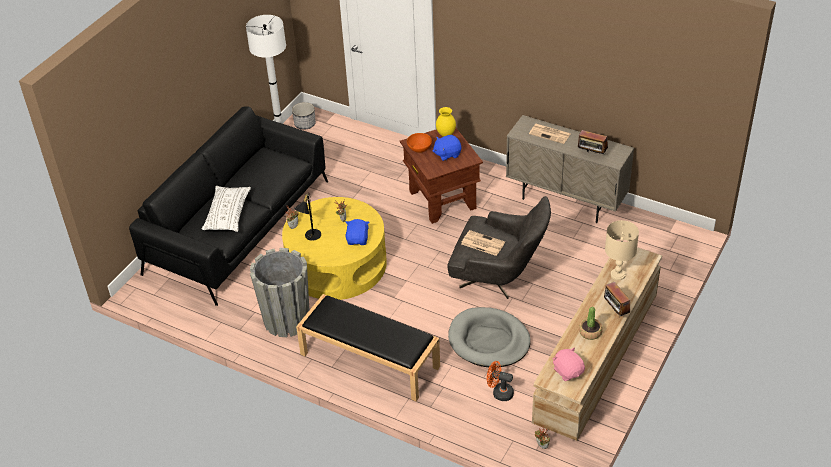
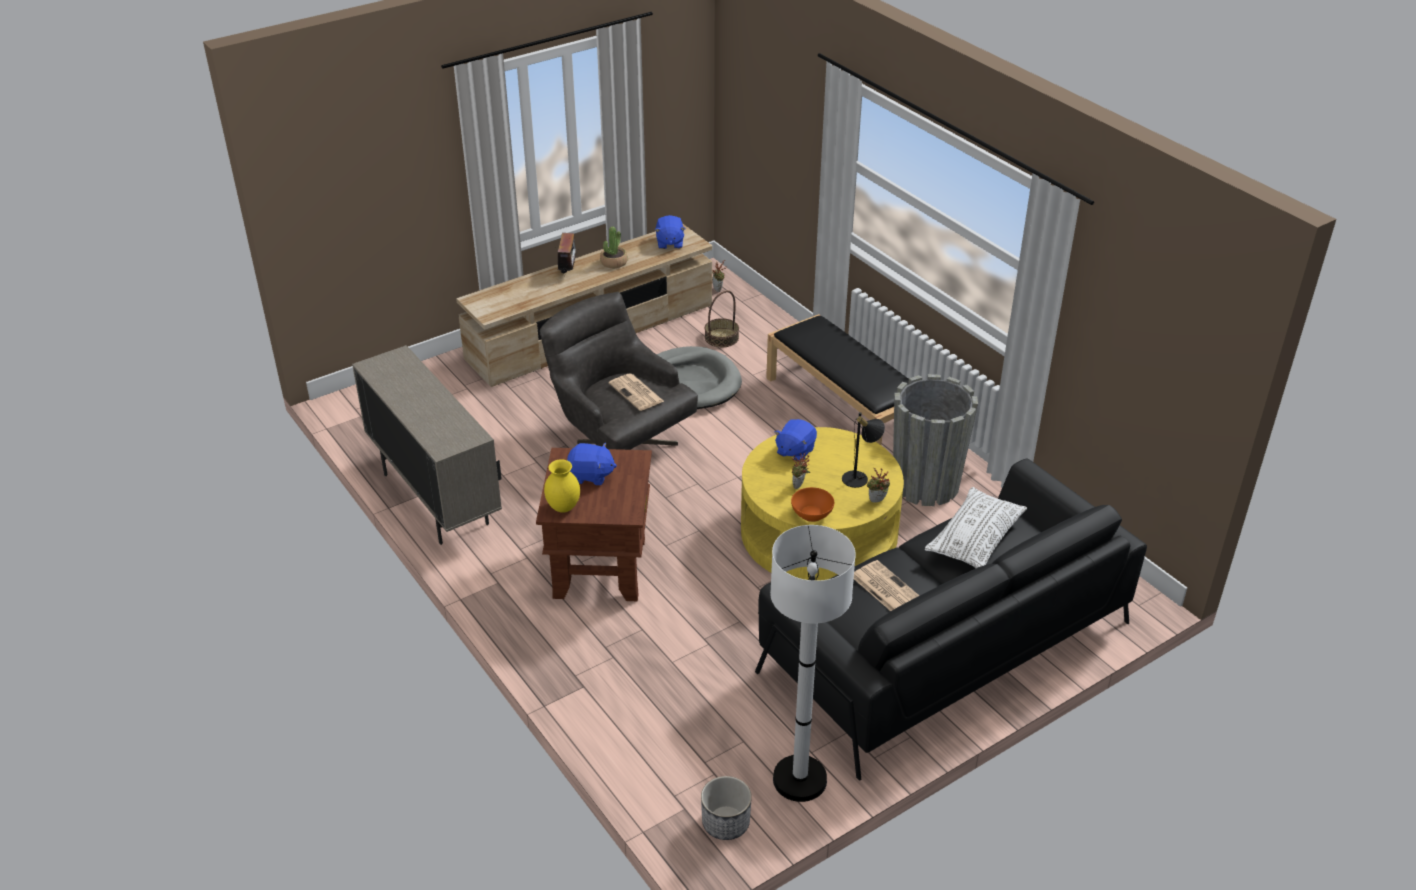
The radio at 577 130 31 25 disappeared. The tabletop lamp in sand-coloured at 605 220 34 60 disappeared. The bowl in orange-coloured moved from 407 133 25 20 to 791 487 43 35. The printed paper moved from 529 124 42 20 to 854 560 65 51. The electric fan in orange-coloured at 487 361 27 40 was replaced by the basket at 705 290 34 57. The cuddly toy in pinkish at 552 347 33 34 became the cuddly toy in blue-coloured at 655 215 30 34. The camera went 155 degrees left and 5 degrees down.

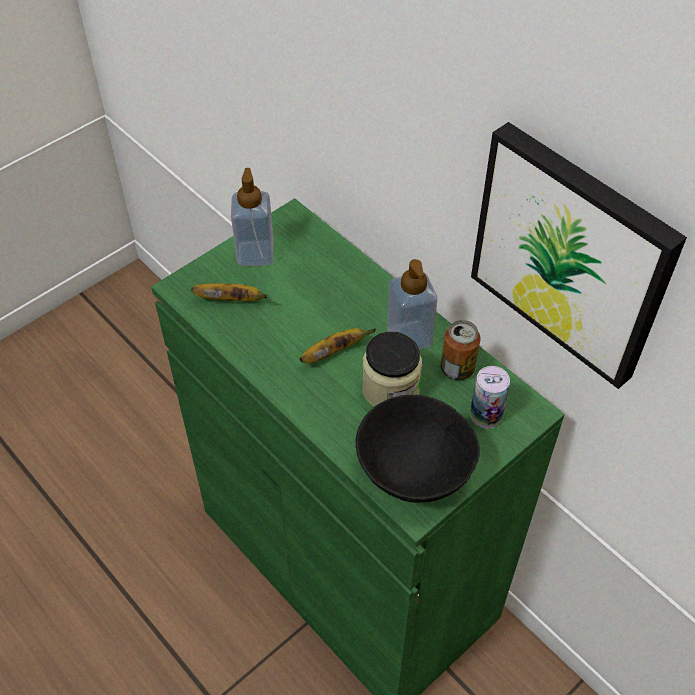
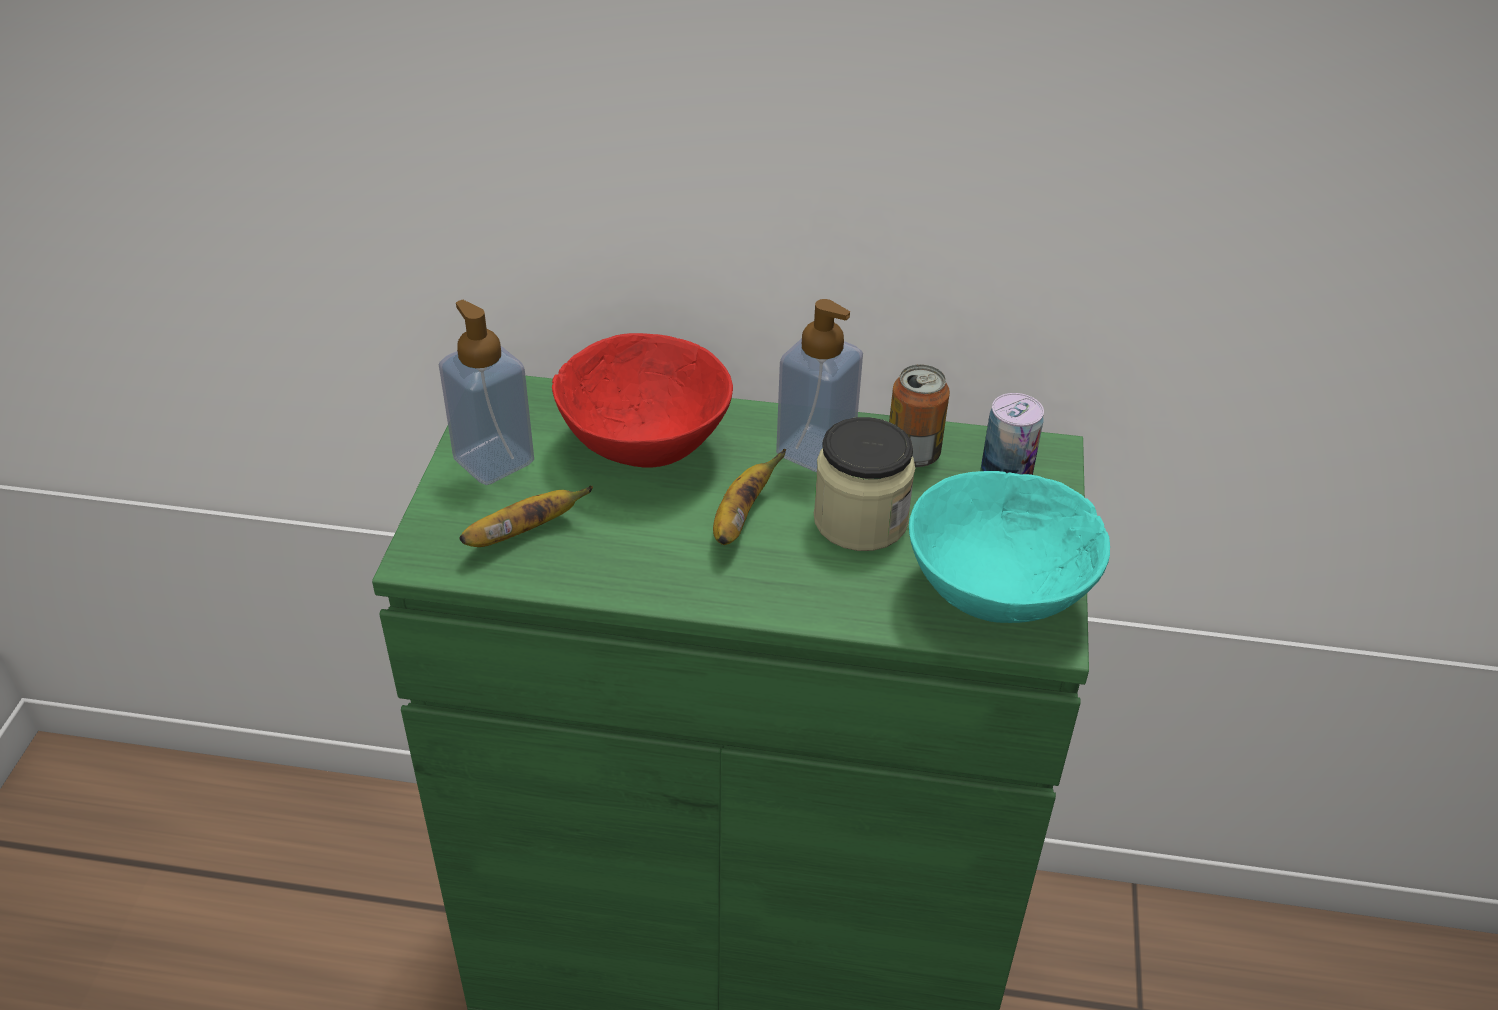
The wall art at 471 122 216 267 disappeared. The bowl in reddish at 552 333 181 135 appeared. The bowl in blackish at 356 395 124 108 became the bowl in turquoise at 909 471 201 152. The camera went 40 degrees left and 10 degrees down.

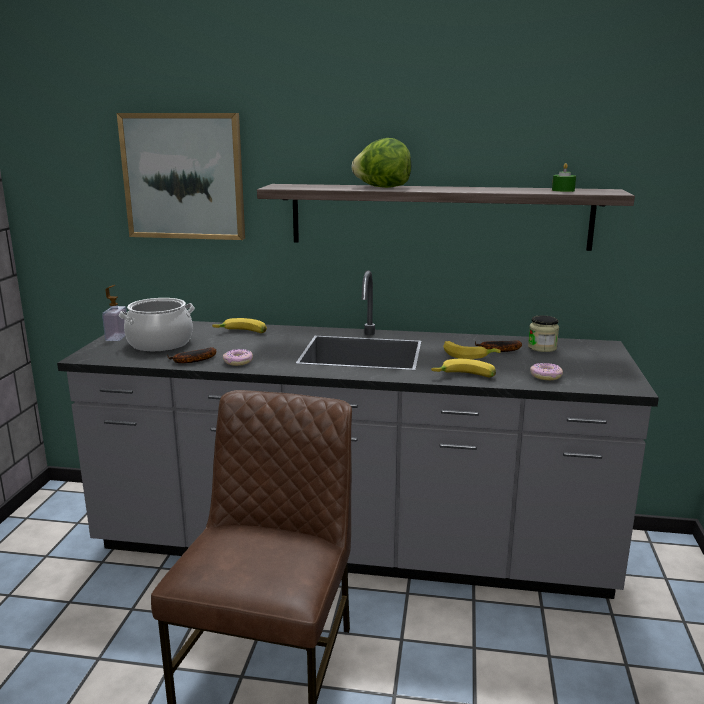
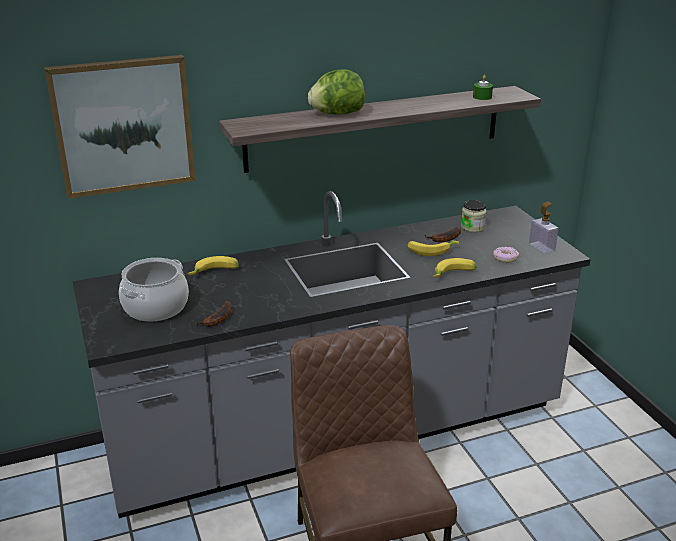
The donut at 223 349 30 17 disappeared. The liquid soap bottle moved from 102 285 25 56 to 529 201 30 53. The camera went 30 degrees left and 10 degrees up.

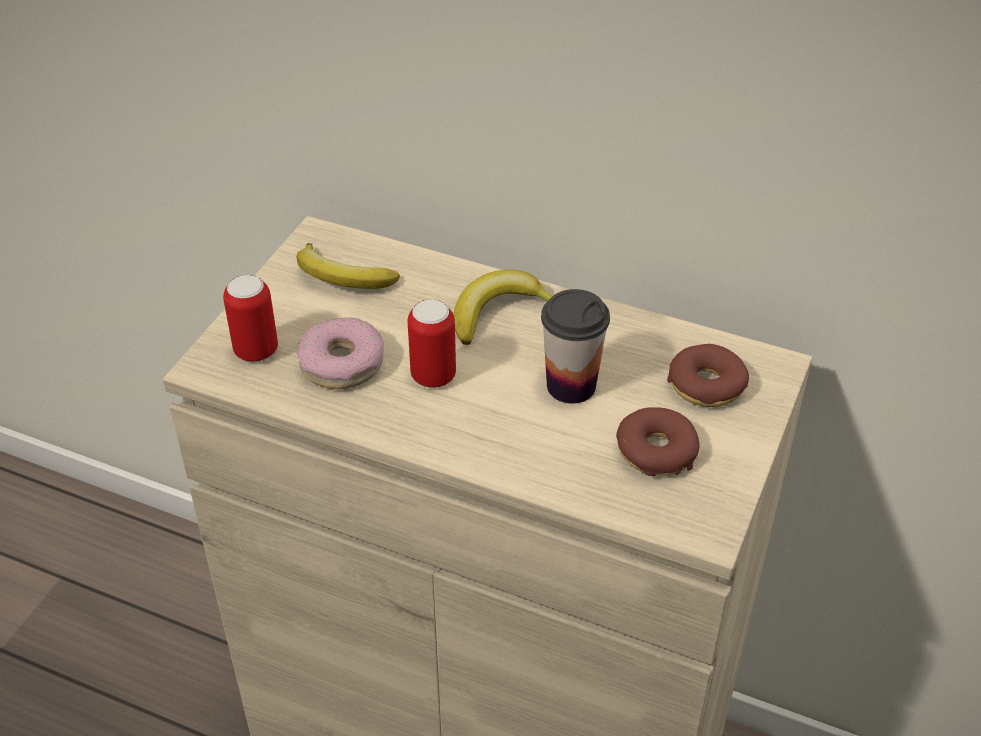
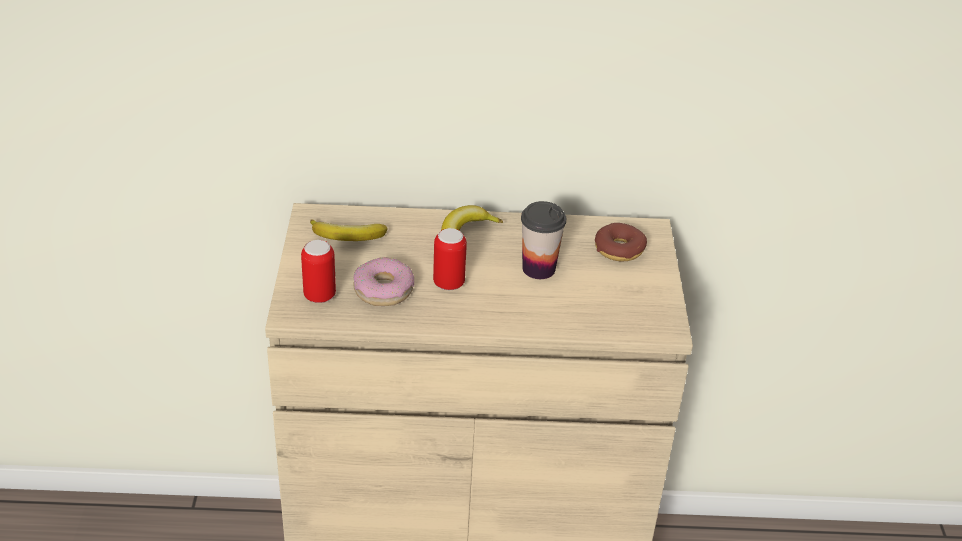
The donut at 616 407 84 69 disappeared. The camera went 25 degrees left and 5 degrees down.

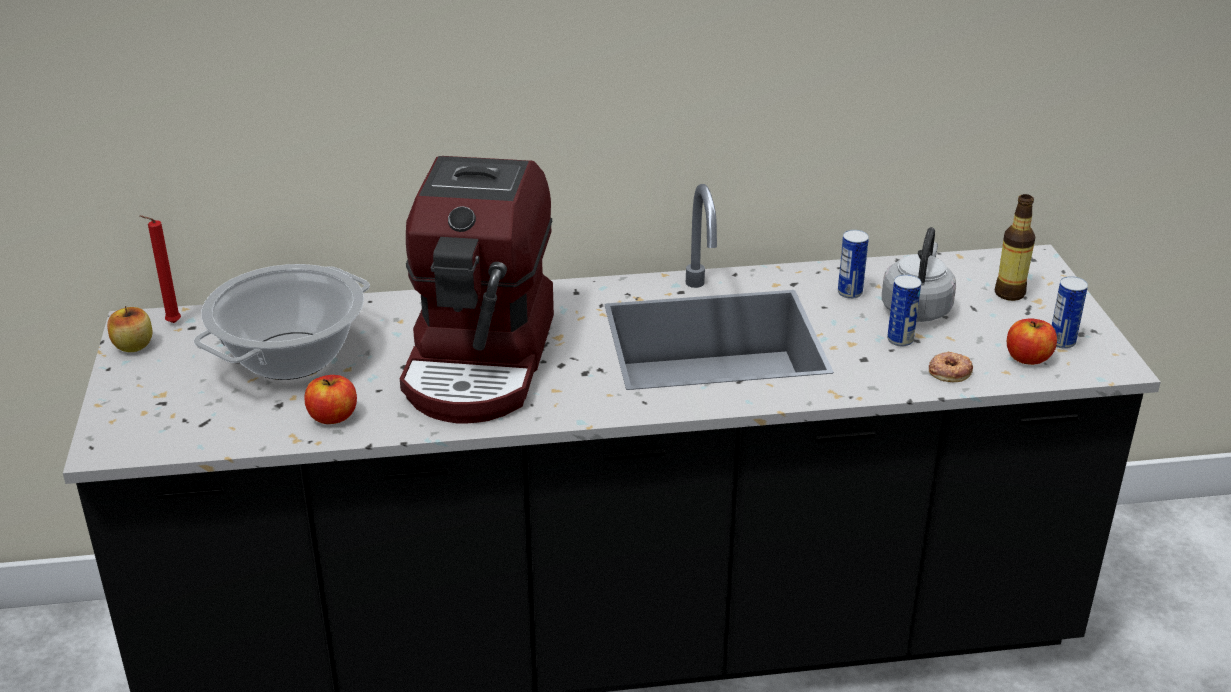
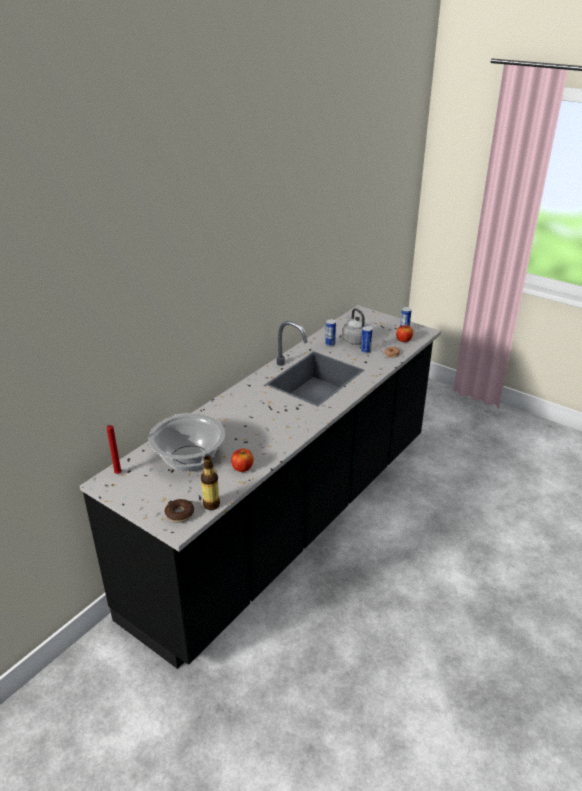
The whole apple at 107 306 45 46 disappeared. The coffee brewer at 400 156 154 267 disappeared. The donut at 165 499 29 24 appeared. The bottle moved from 995 194 40 107 to 201 456 19 54. The camera went 45 degrees left and 0 degrees up.

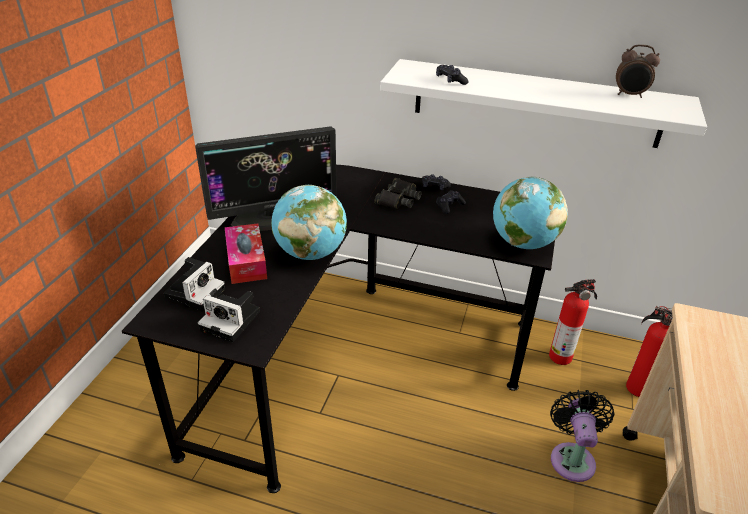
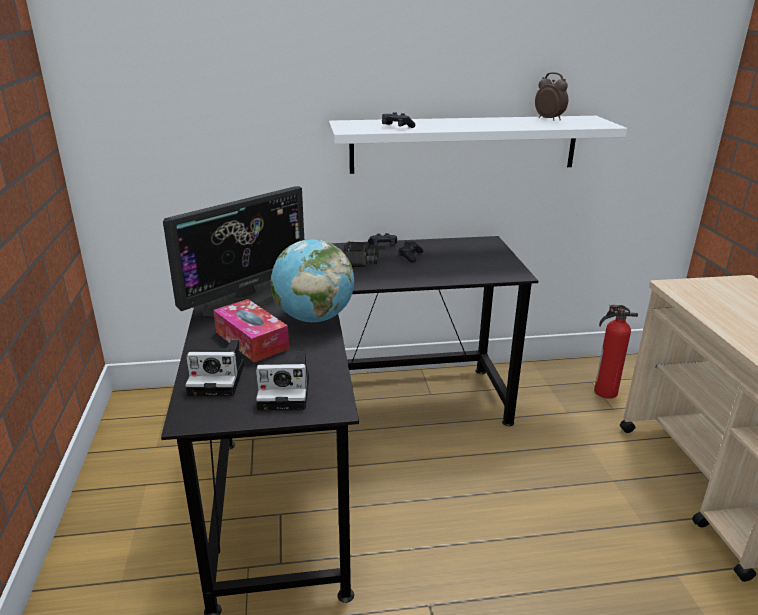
The globe at 493 176 75 73 disappeared. The fire extinguisher at 549 279 48 86 disappeared. The electric fan in blackish at 550 390 64 92 disappeared. The still camera at 164 257 61 54 turned 90 degrees clockwise. The table clock at 616 44 44 54 turned 120 degrees counterclockwise. The camera went 25 degrees left and 10 degrees down.

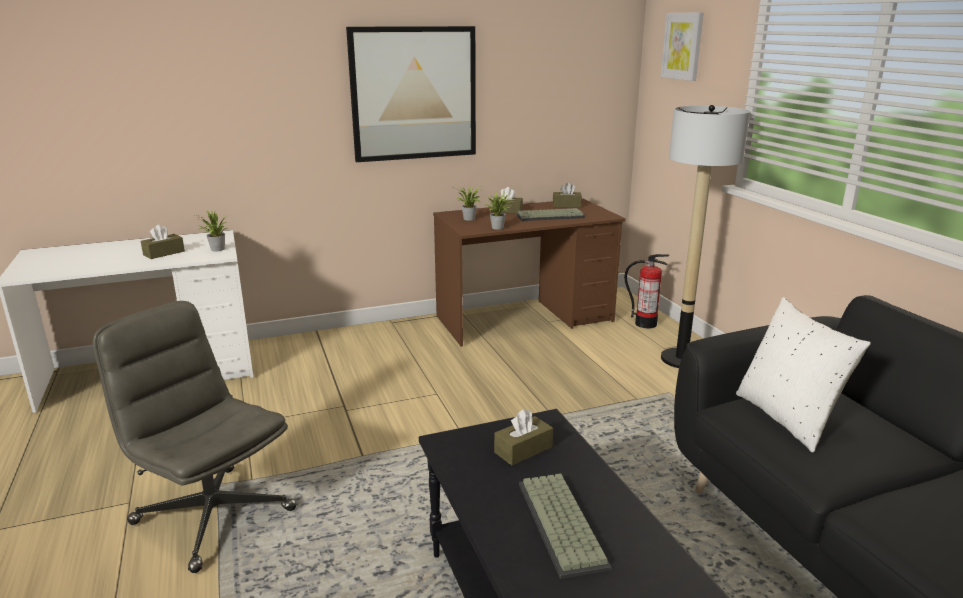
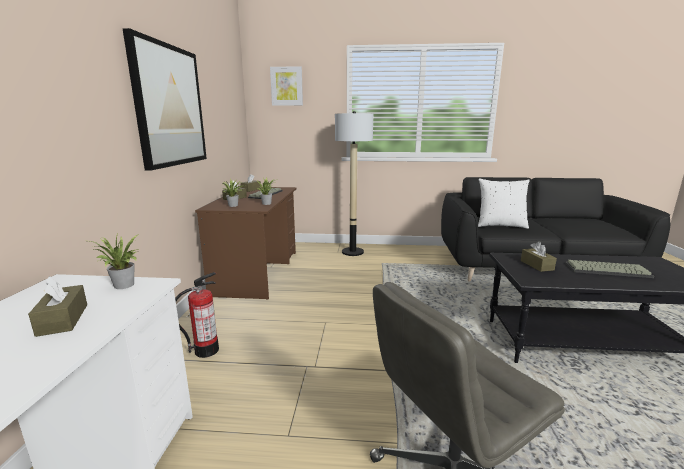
The fire extinguisher moved from 624 254 45 74 to 175 272 44 86. The camera went 65 degrees left and 5 degrees down.

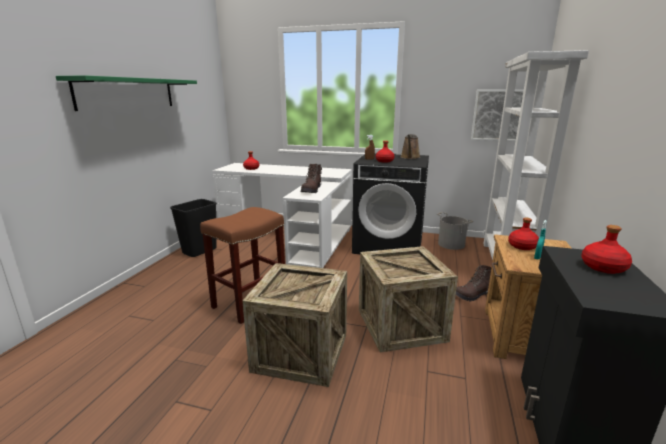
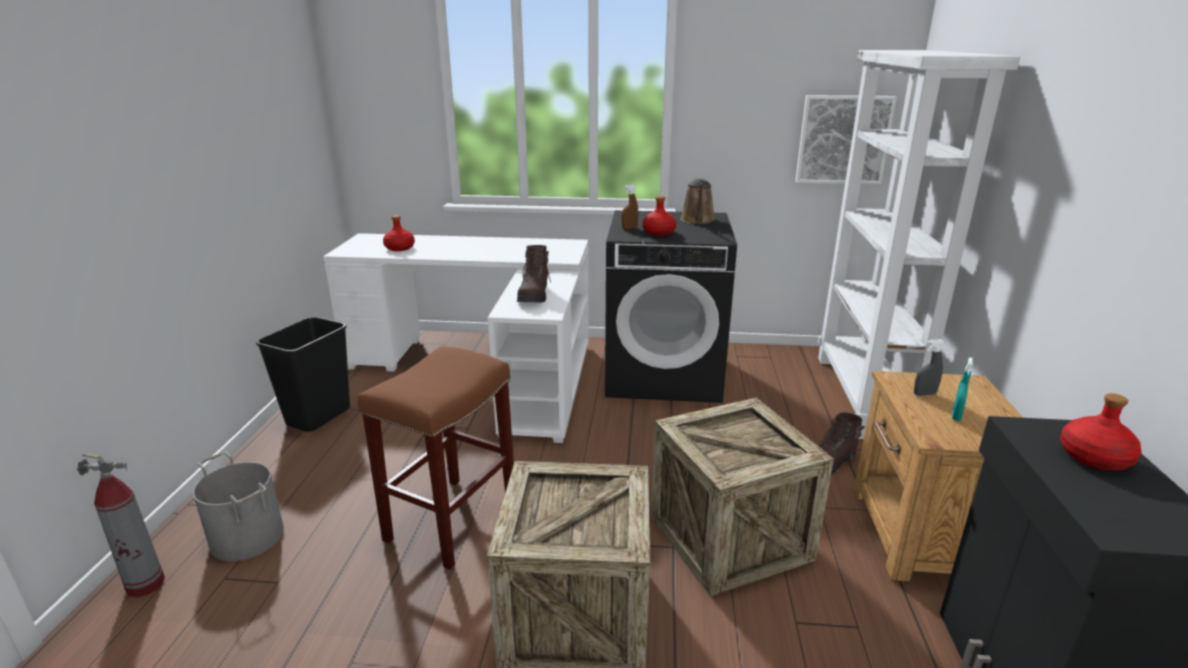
The bracket shelf in greenish at 56 75 141 36 disappeared. The fire extinguisher at 77 453 88 144 appeared. The bucket in gray moved from 437 212 37 38 to 193 452 91 109. The bottle in reddish at 508 218 31 32 was replaced by the sprayer in gray at 914 339 31 57. The camera went 10 degrees left and 5 degrees up.

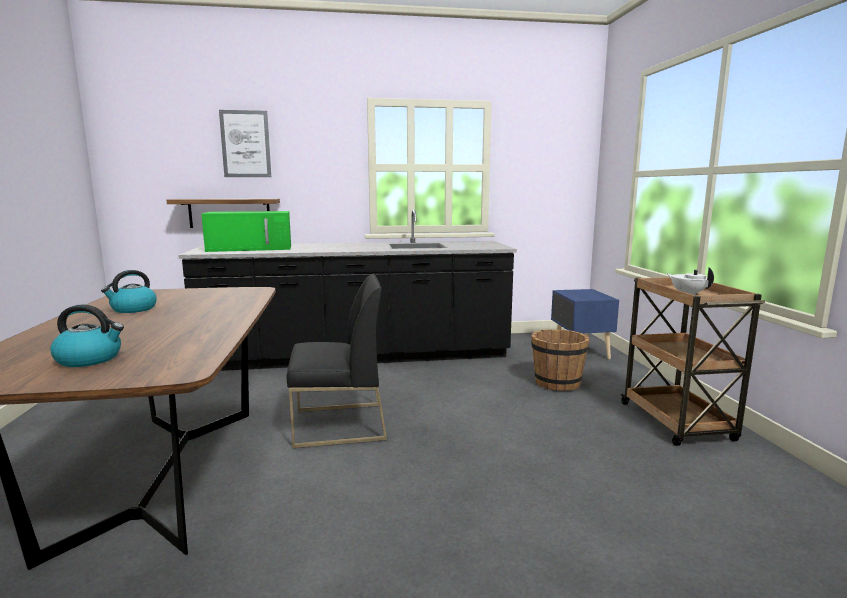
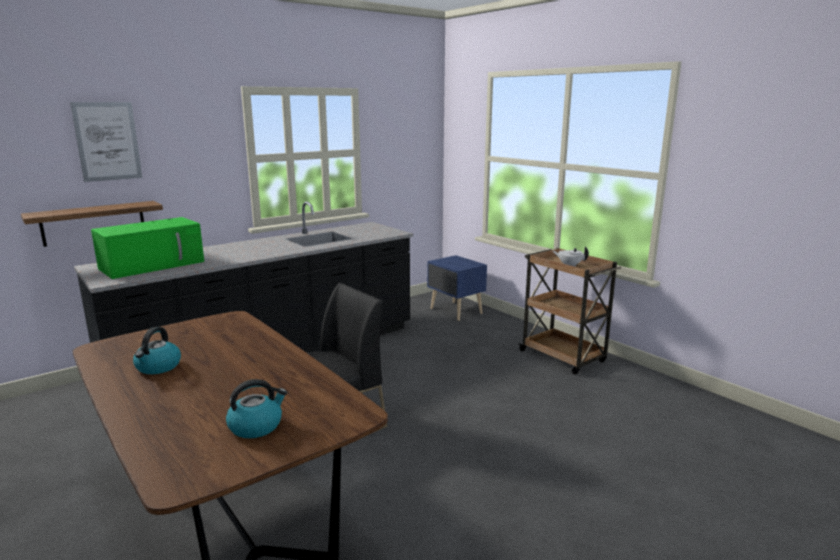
The bucket in brownish at 531 329 59 62 disappeared. The camera went 30 degrees left and 5 degrees up.

